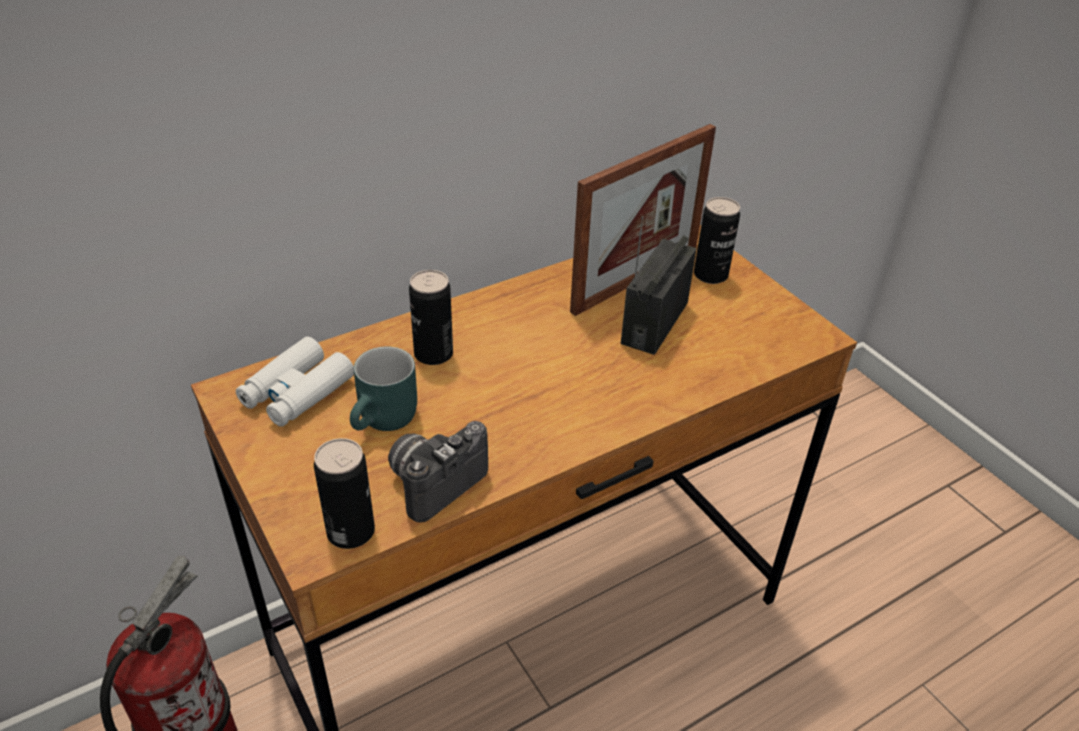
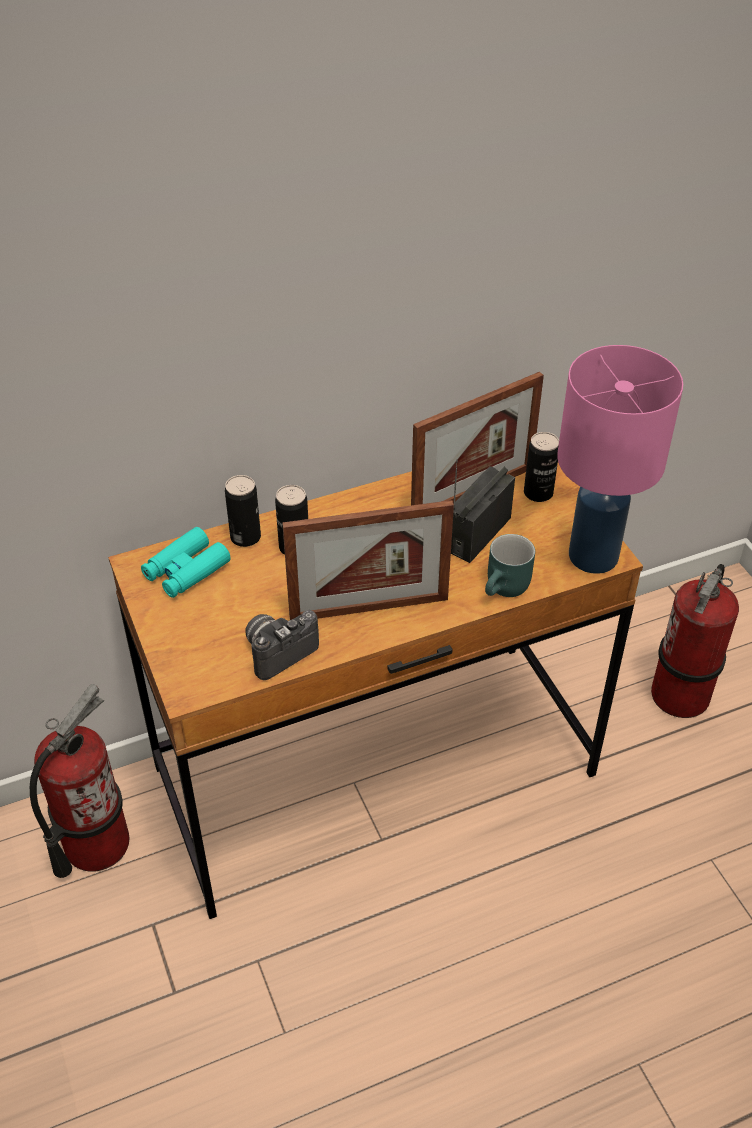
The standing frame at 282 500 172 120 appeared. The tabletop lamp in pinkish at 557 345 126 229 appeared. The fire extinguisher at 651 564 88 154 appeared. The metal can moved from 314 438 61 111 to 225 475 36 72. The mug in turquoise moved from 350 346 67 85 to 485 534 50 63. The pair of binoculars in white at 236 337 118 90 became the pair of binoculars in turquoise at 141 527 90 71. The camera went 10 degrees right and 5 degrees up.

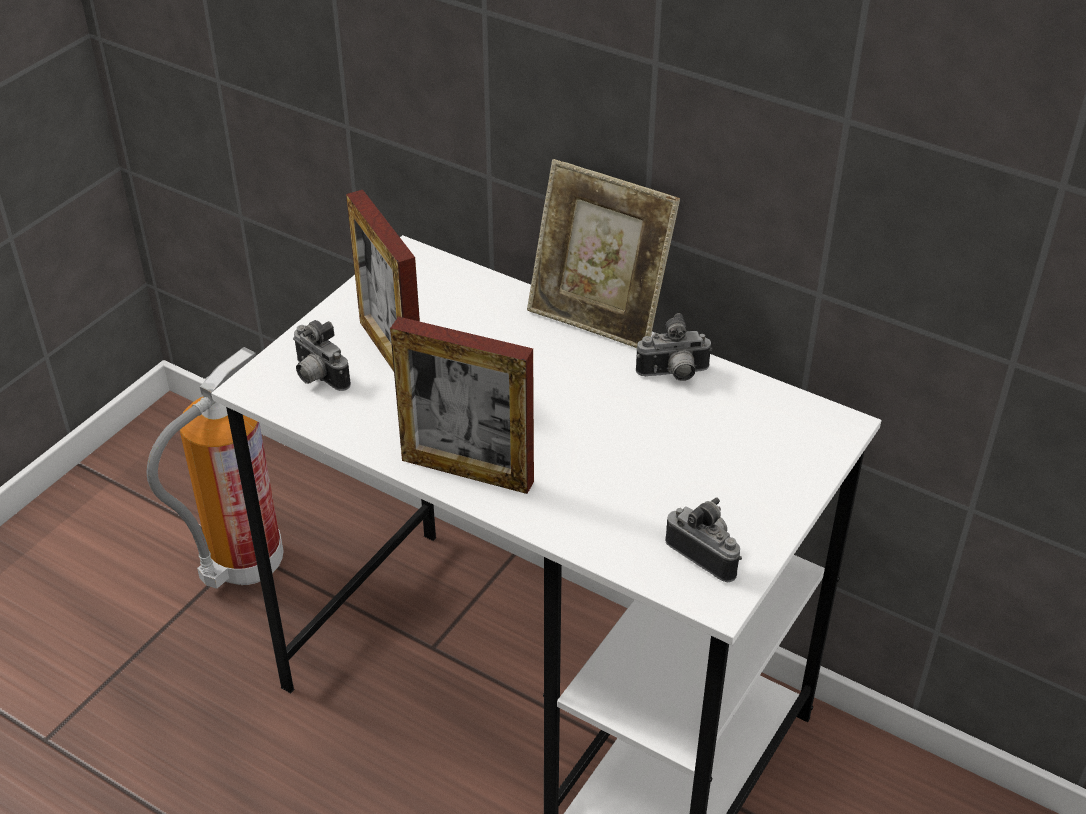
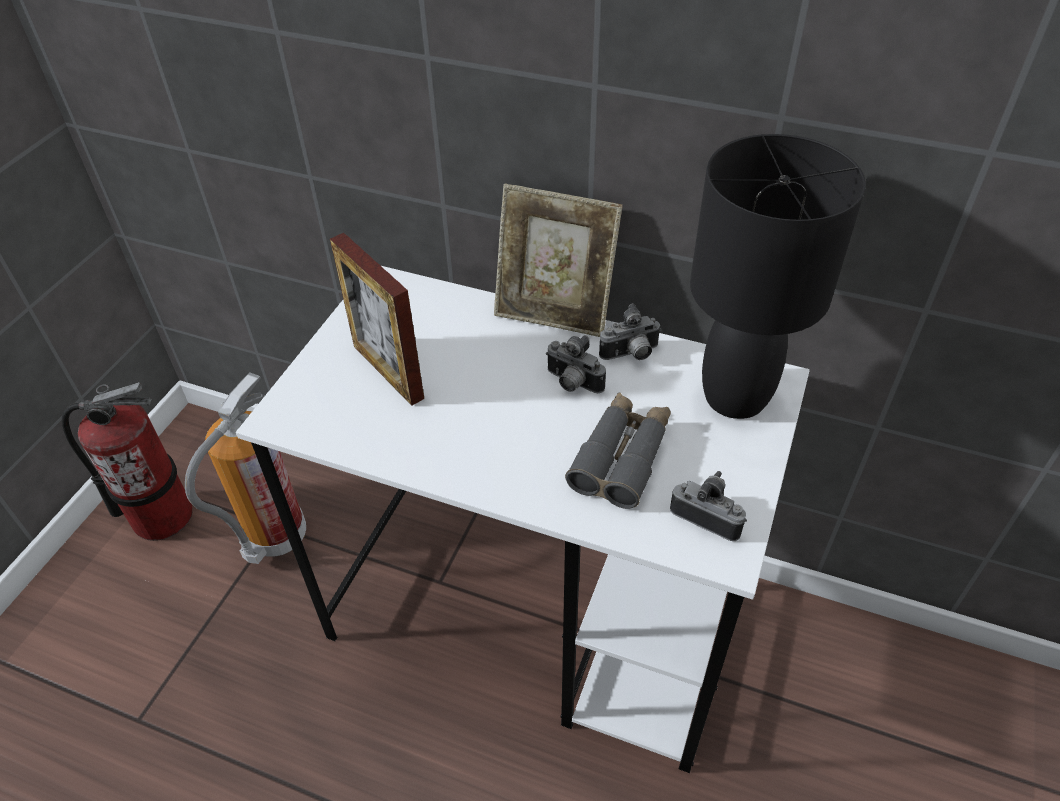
The standing frame at 390 317 144 177 disappeared. The fire extinguisher at 62 382 131 159 appeared. The pair of binoculars in gray at 565 392 106 117 appeared. The tabletop lamp in blackish at 690 134 176 285 appeared. The still camera moved from 293 320 58 71 to 546 335 60 58. The camera went 10 degrees left and 5 degrees up.

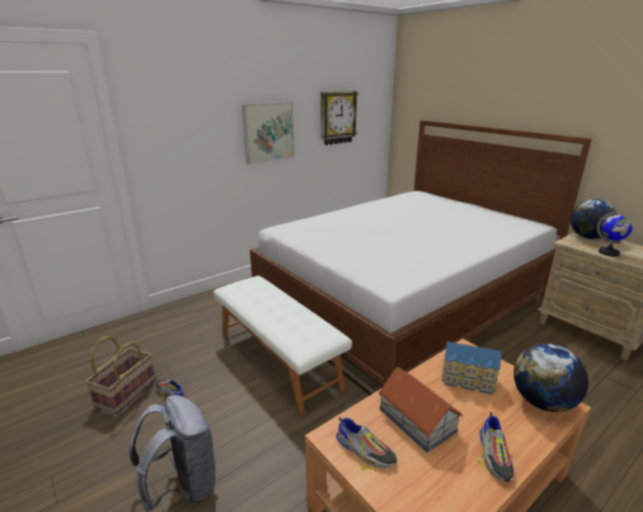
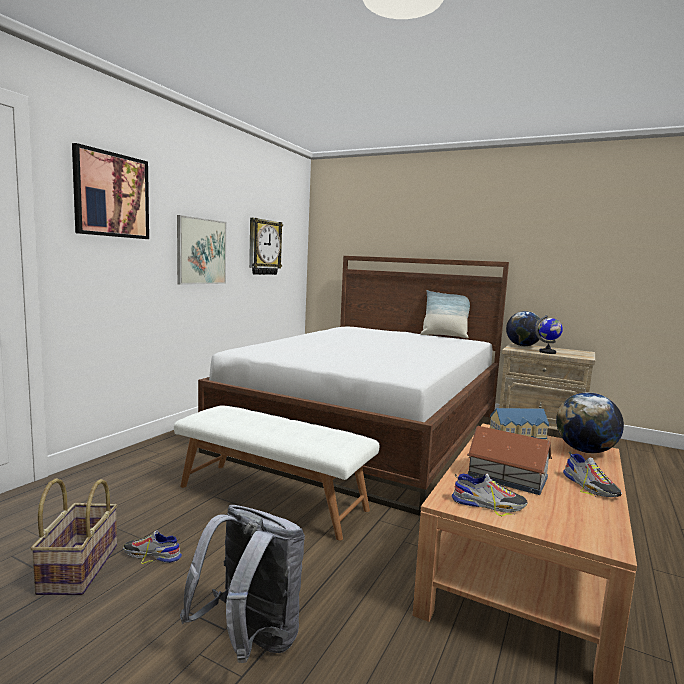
The wall art at 72 143 77 96 appeared. The pillow at 420 290 50 48 appeared. The camera went 25 degrees left and 15 degrees down.

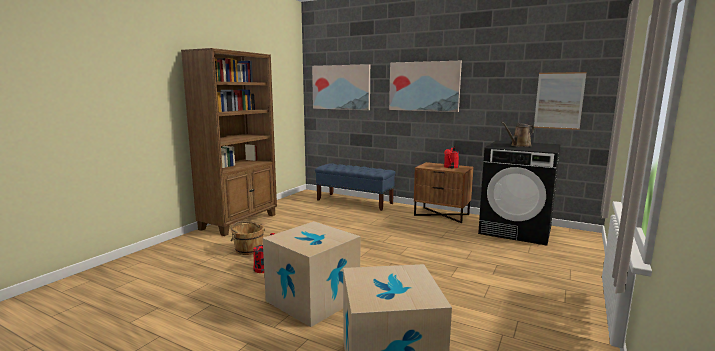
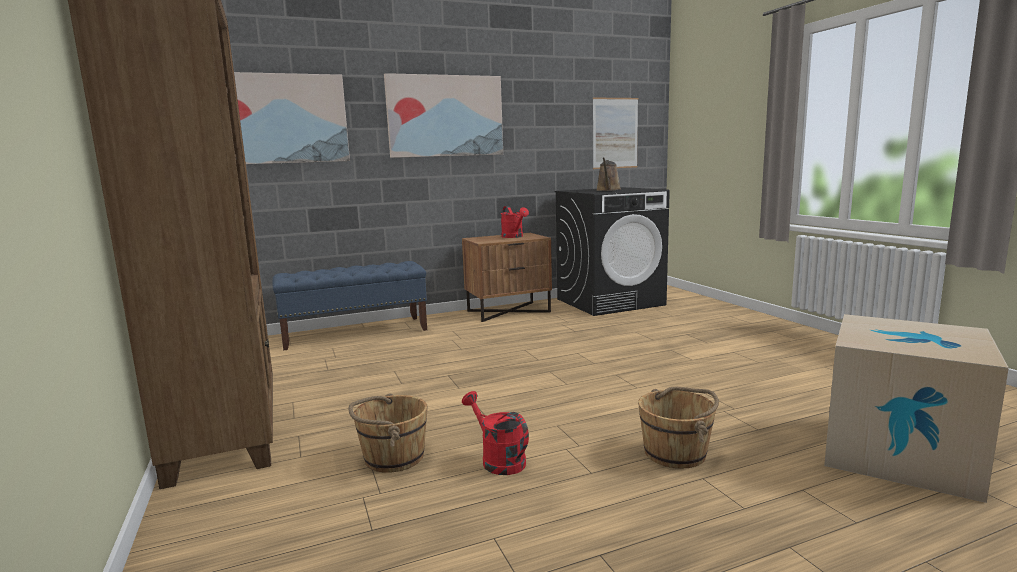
The packing box at 263 221 97 106 was replaced by the bucket in brownish at 638 387 81 82. The camera went 50 degrees left and 0 degrees up.

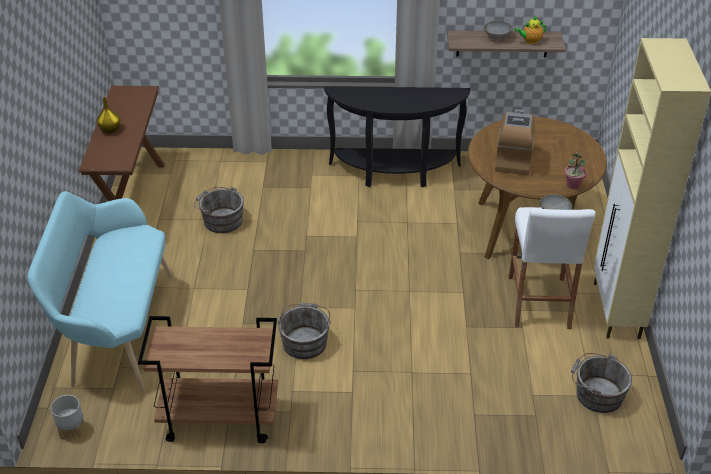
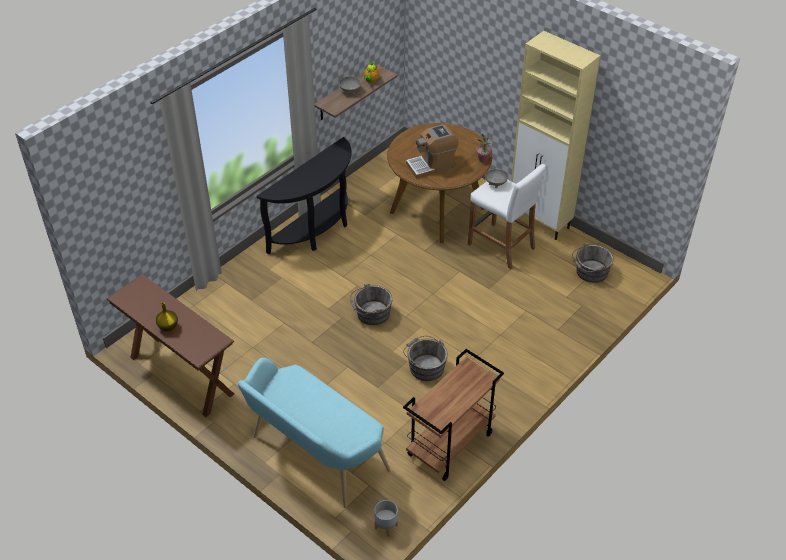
The bucket in gray moved from 194 187 50 46 to 350 283 42 42. The coffee brewer at 495 109 40 66 turned 75 degrees counterclockwise. The camera went 50 degrees left and 5 degrees up.

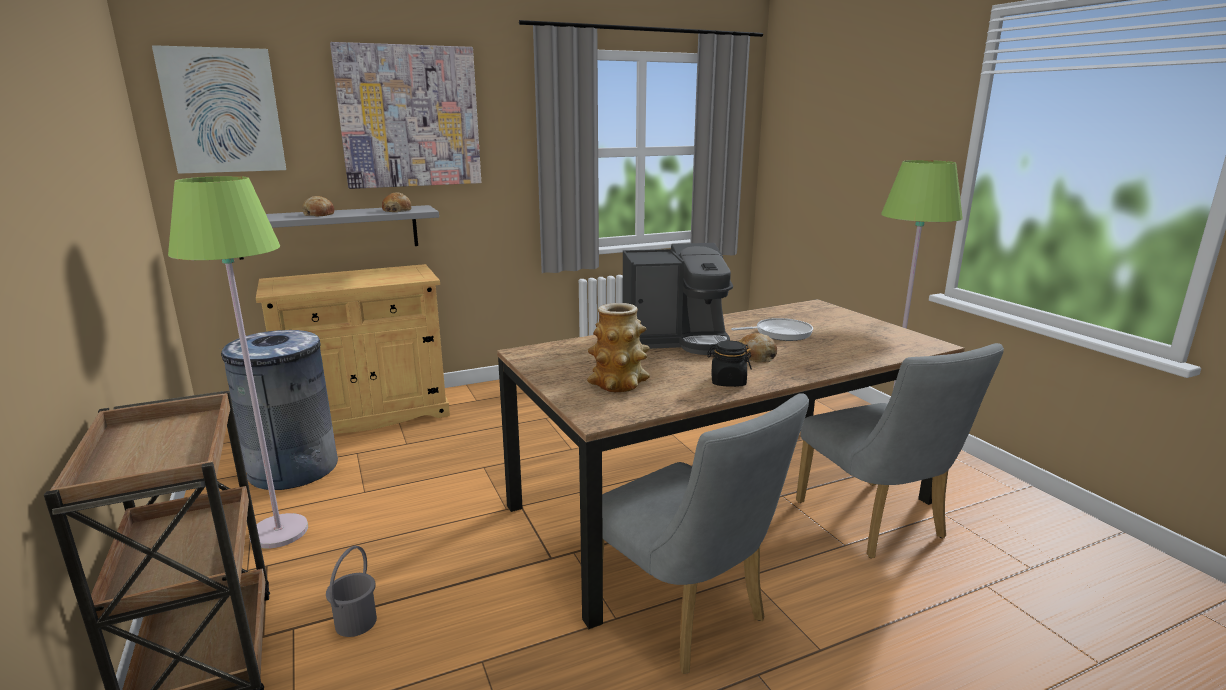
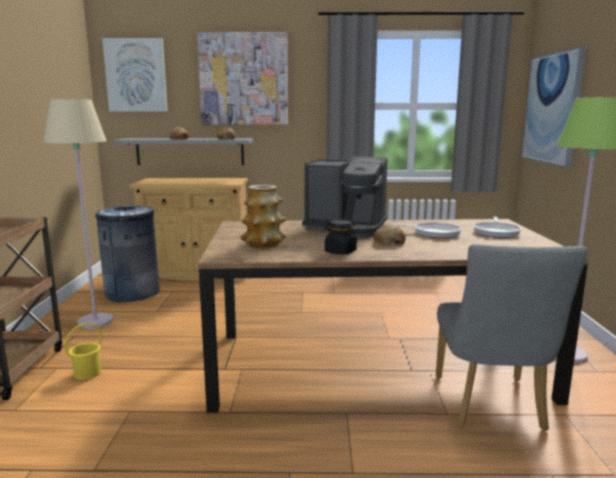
The upright chair in gray at 602 393 207 281 disappeared. The skillet at 473 217 48 21 appeared. The wall art at 521 47 65 120 appeared. The floor lamp in greenish at 168 176 140 373 became the floor lamp in sand-coloured at 43 99 70 230. The bucket in gray at 326 546 51 91 became the bucket in yellowish at 65 323 37 57. The camera went 25 degrees right and 5 degrees down.

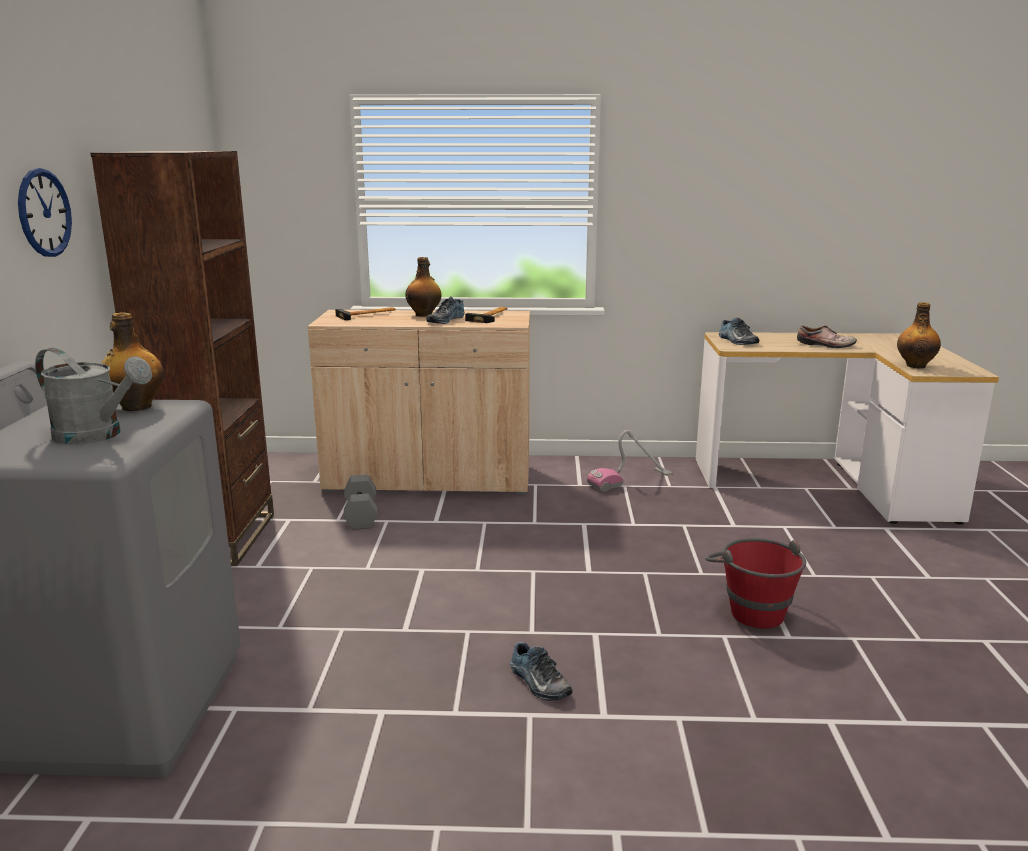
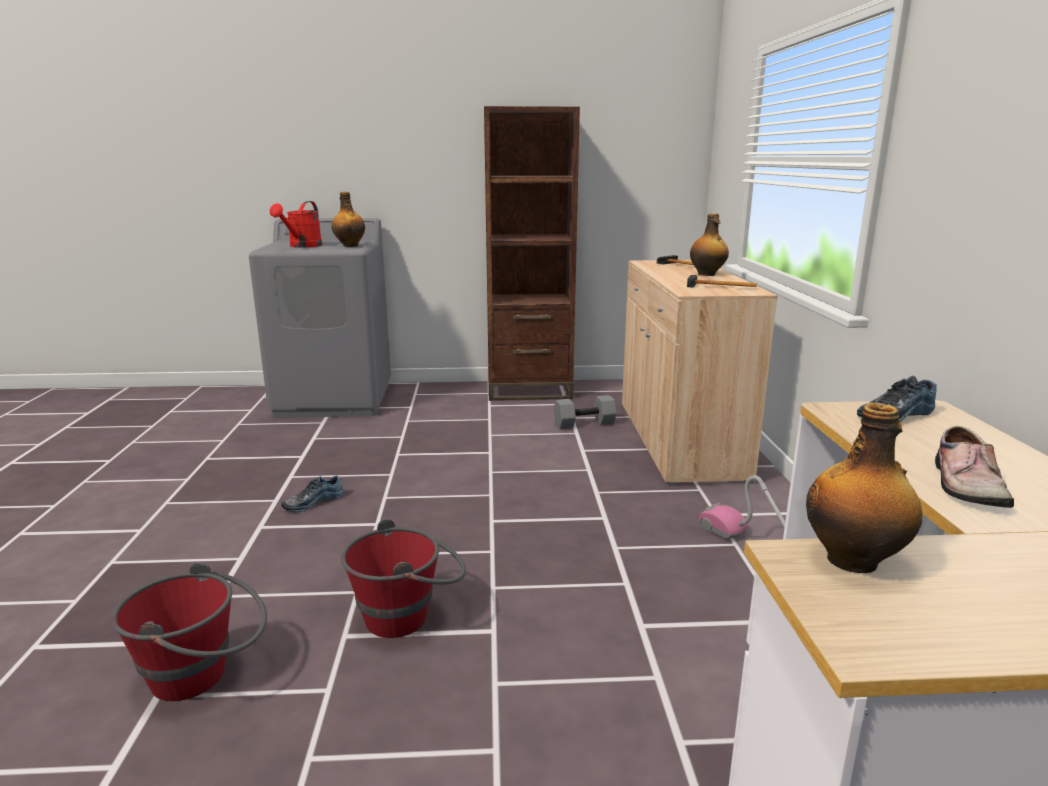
The clock on the wall at 18 168 54 89 disappeared. The shoe at 426 296 39 28 disappeared. The bucket in reddish at 111 562 156 139 appeared. The watering pot in gray at 35 348 117 96 became the watering pot in reddish at 270 201 52 47. The camera went 85 degrees right and 0 degrees up.

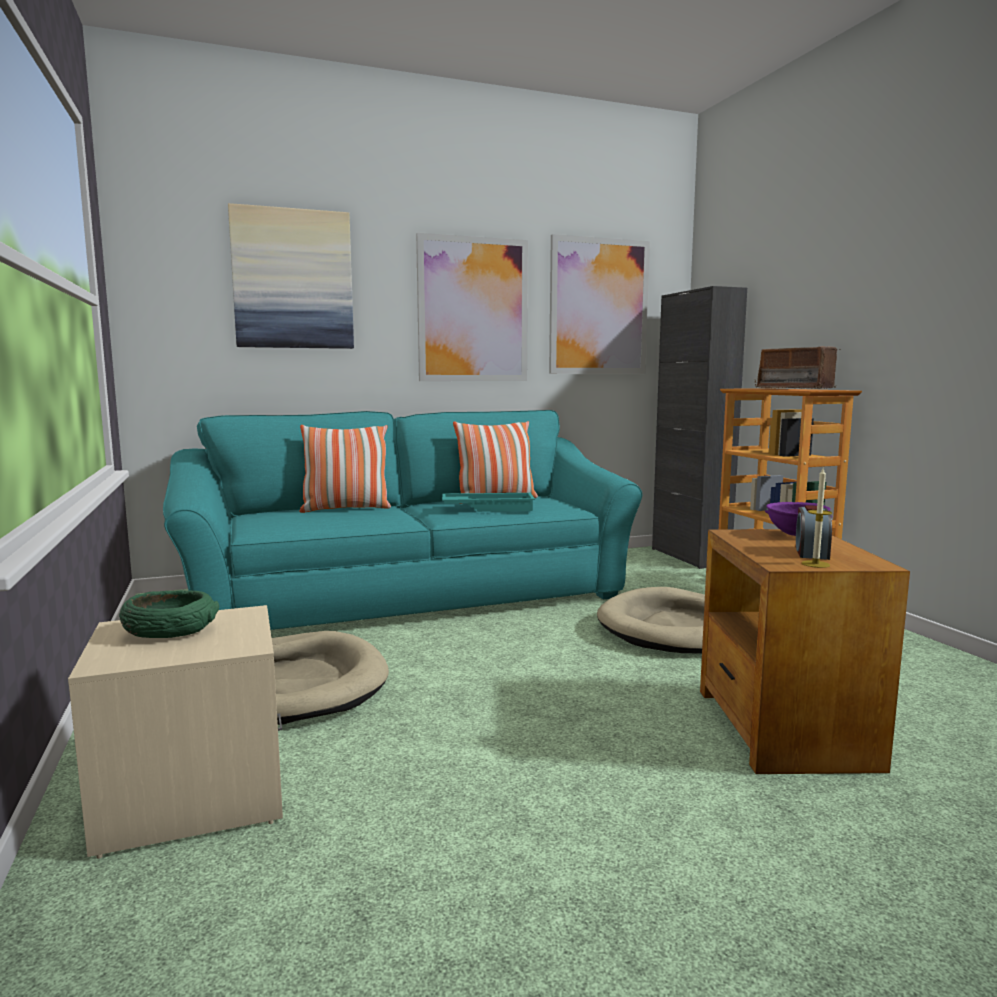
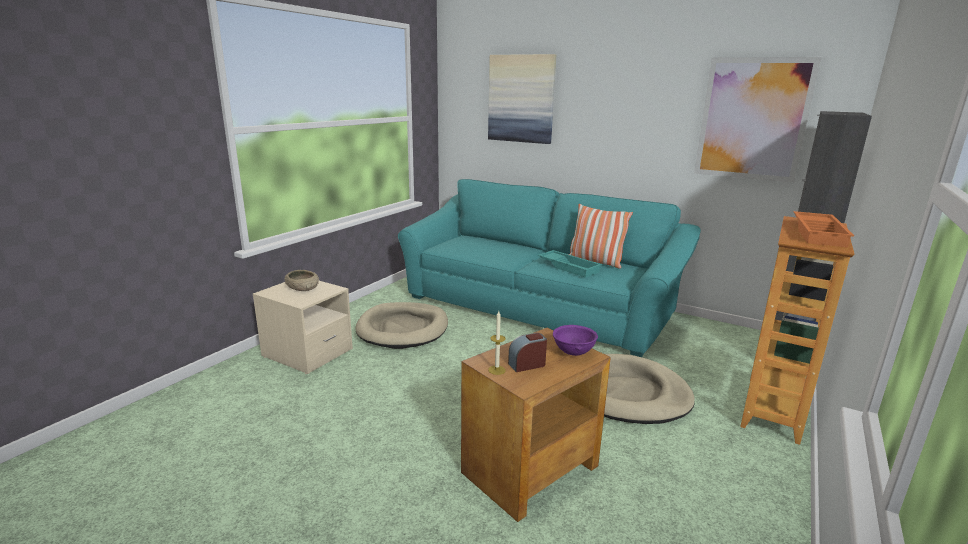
The pillow at 299 425 92 88 disappeared. The wall art at 416 233 112 148 disappeared. The radio at 755 346 86 43 was replaced by the carrying tray in orange-coloured at 794 211 60 37. The bowl in greenish at 119 590 100 48 became the bowl in sand-coloured at 285 270 34 21. The camera went 50 degrees right and 10 degrees up.

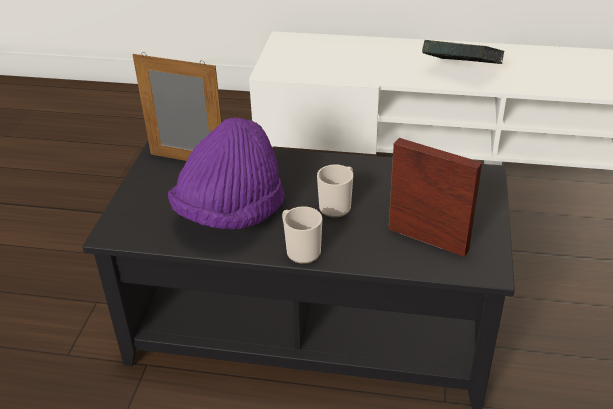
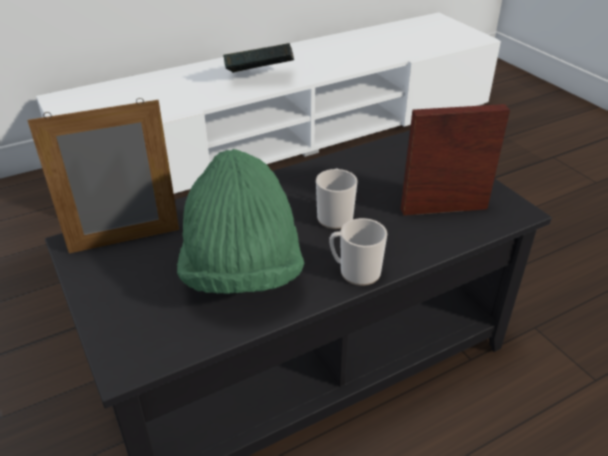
The clothing hat in purplish at 168 117 116 112 became the clothing hat in greenish at 177 149 127 145. The camera went 40 degrees left and 0 degrees up.

